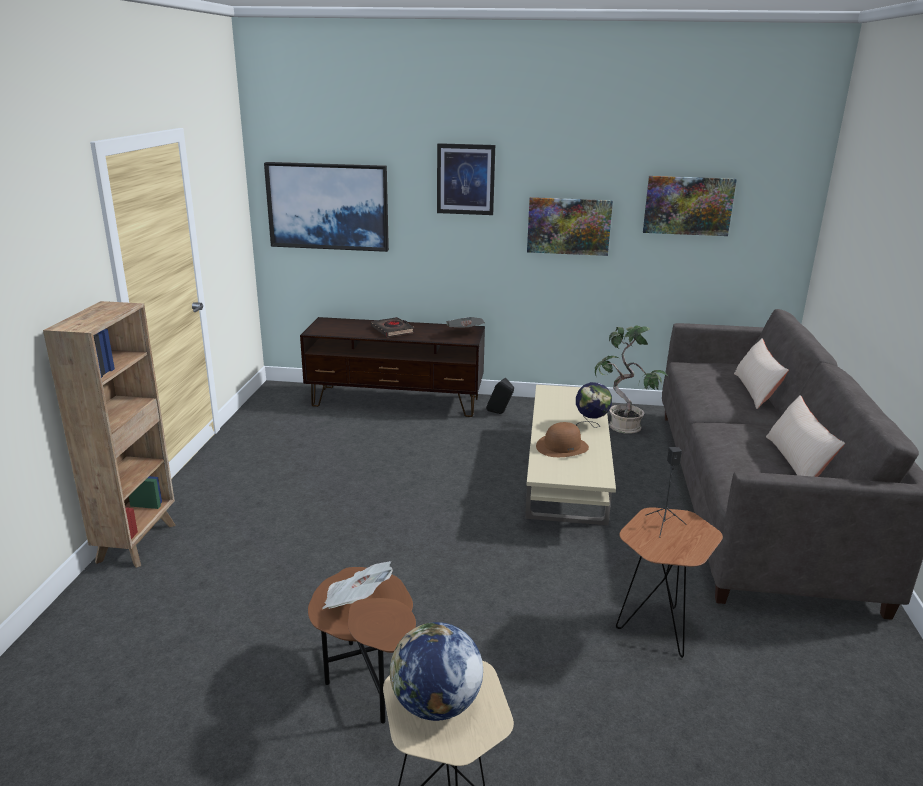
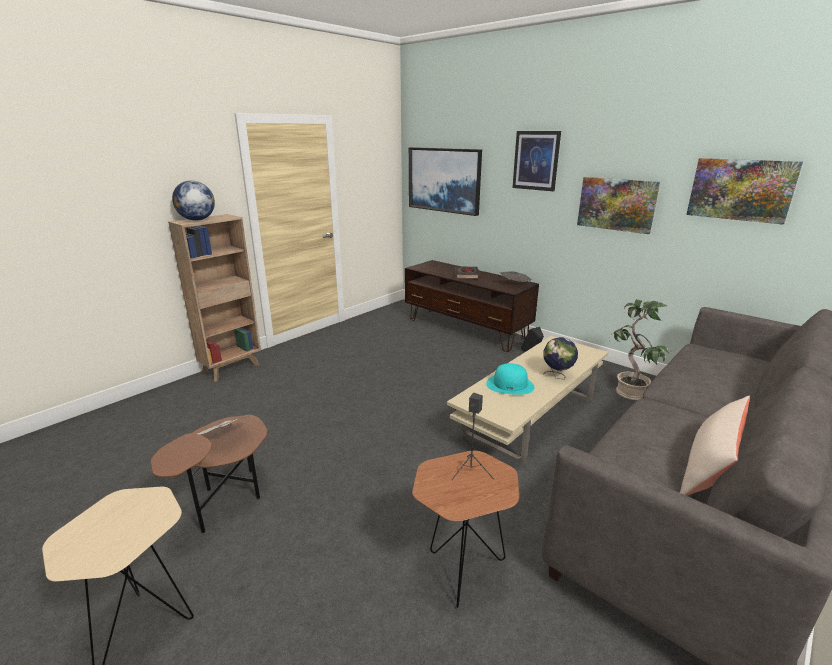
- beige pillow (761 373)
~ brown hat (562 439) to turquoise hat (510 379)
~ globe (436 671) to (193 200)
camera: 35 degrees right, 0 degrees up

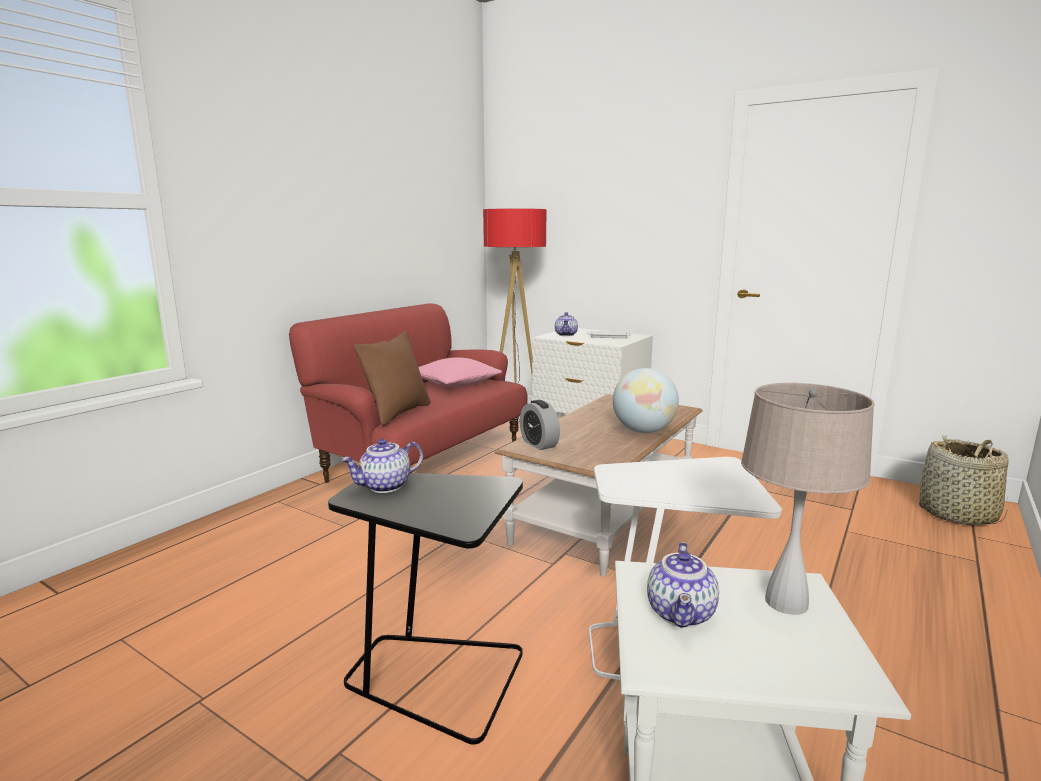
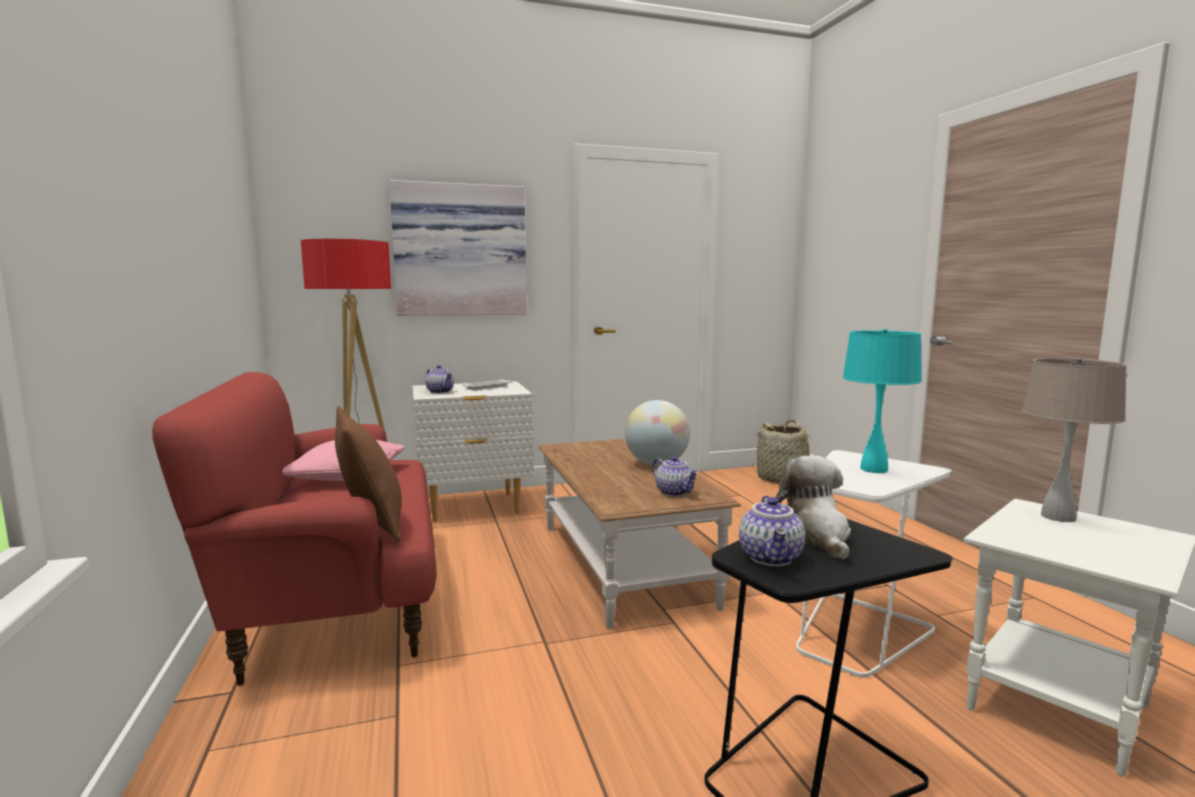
- alarm clock (540 425)
~ teapot (683 585) to (675 476)
+ picture (458 248)
+ turquoise table lamp (882 401)
+ plush toy (813 507)
camera: 50 degrees left, 5 degrees down

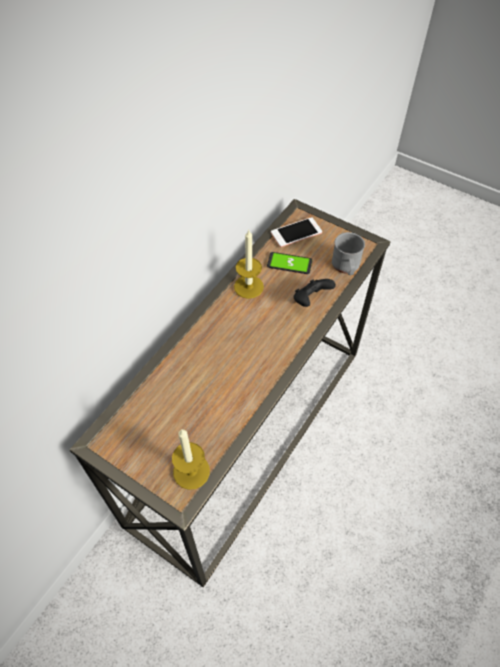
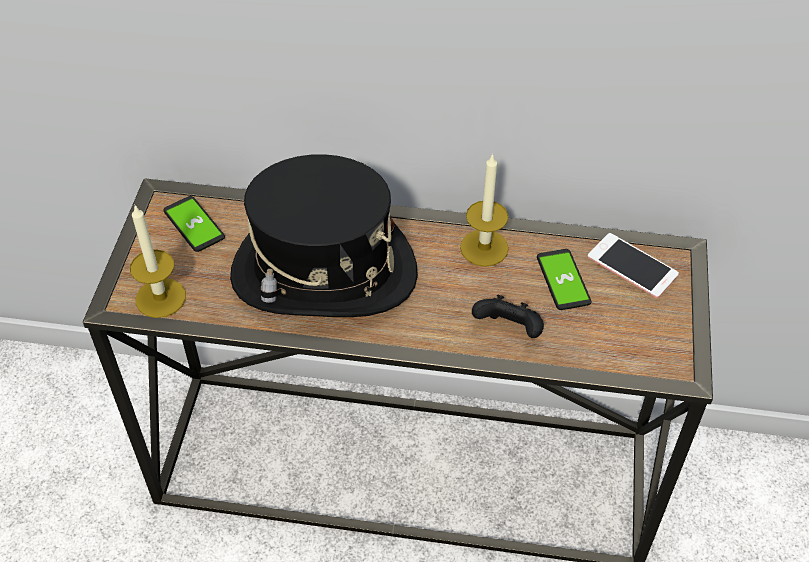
- grey mug (348 253)
+ black hat (324 235)
+ phone (194 224)
camera: 65 degrees right, 5 degrees down

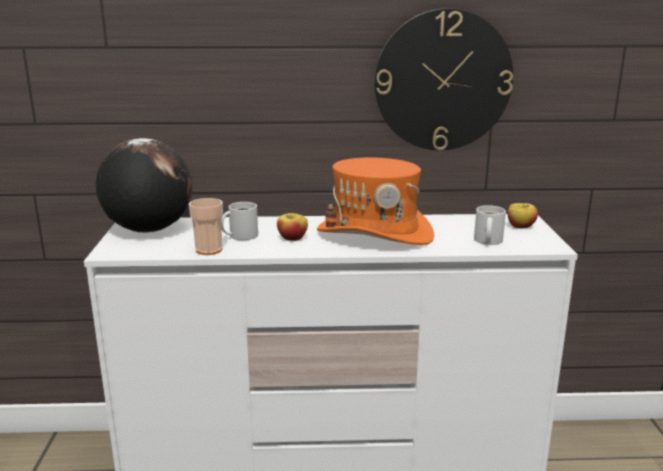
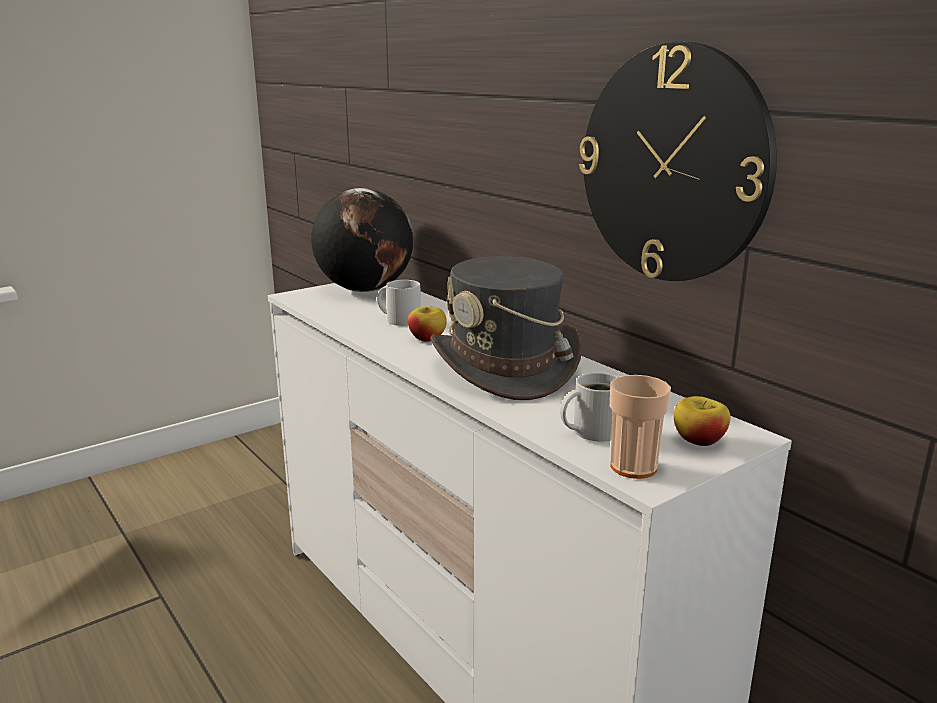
~ orange hat (375 201) to grey hat (506 328)
~ cup (206 226) to (640 427)
camera: 55 degrees right, 0 degrees up

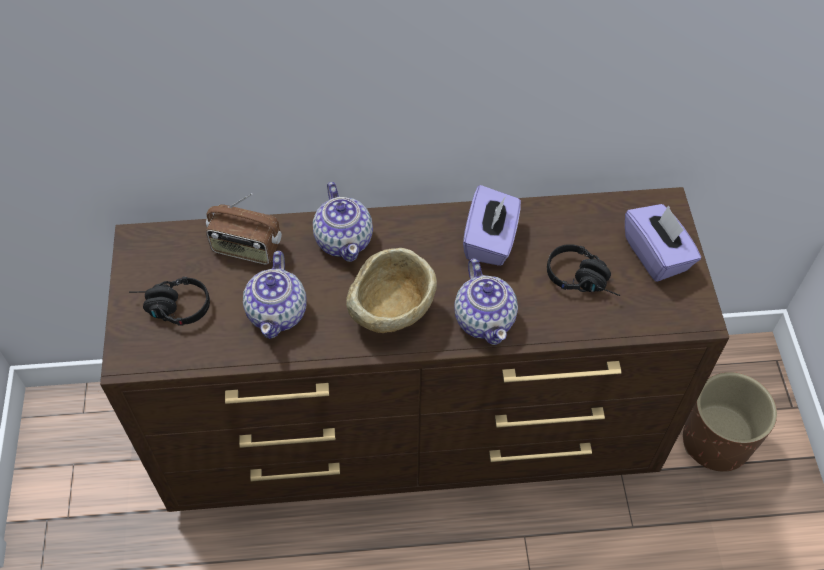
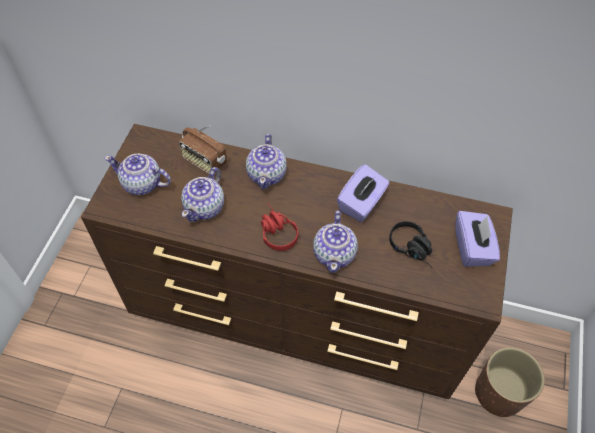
~ beige bowl (391 290) to red headphones (279 227)
~ black headphones (169 301) to teapot (138 174)
camera: 20 degrees right, 0 degrees up

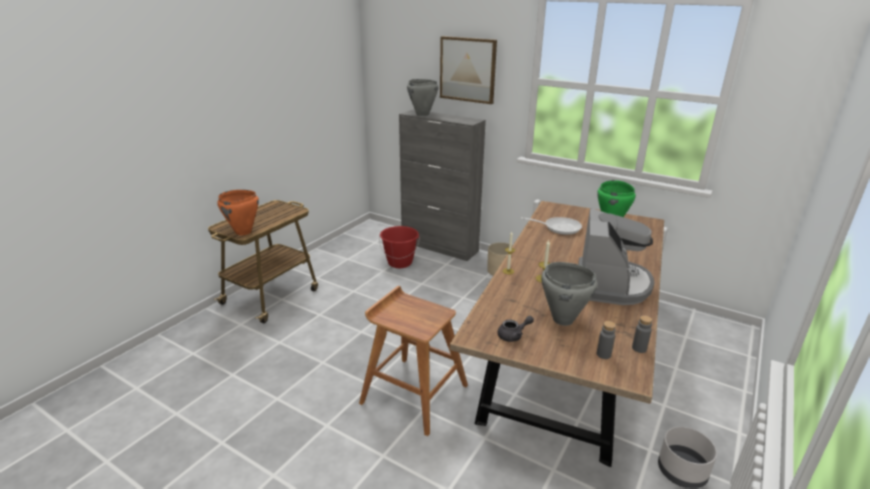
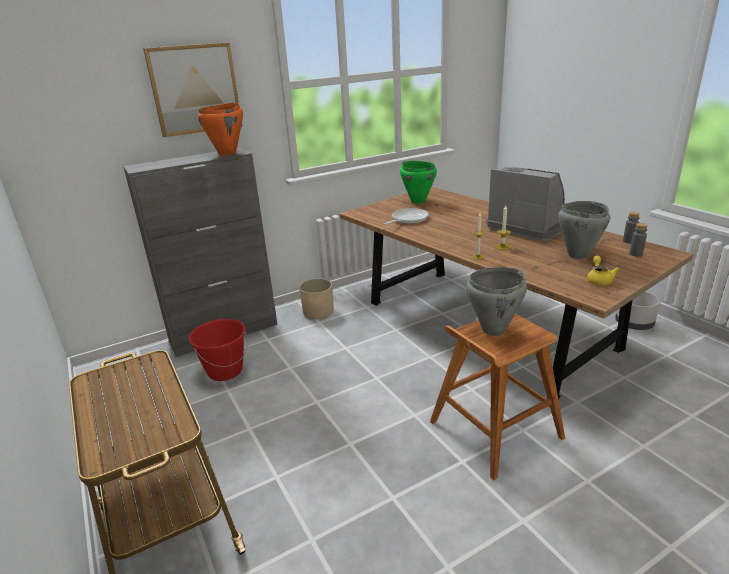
~ grey cooking pot (423 97) to (496 301)
~ orange cooking pot (238 212) to (220 129)
~ grey teapot (515 329) to yellow teapot (603 270)
camera: 60 degrees left, 0 degrees up

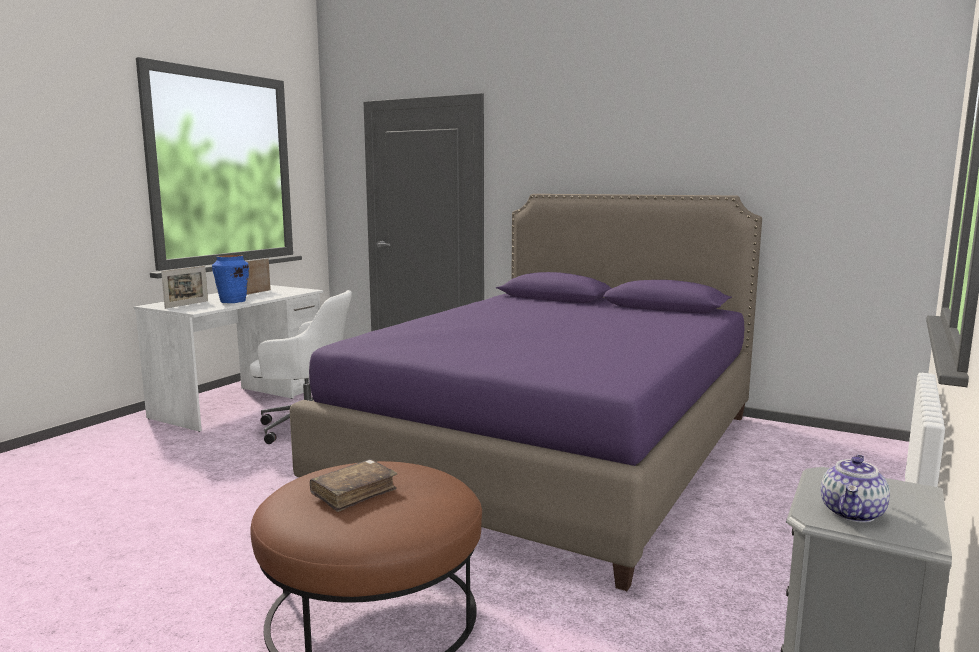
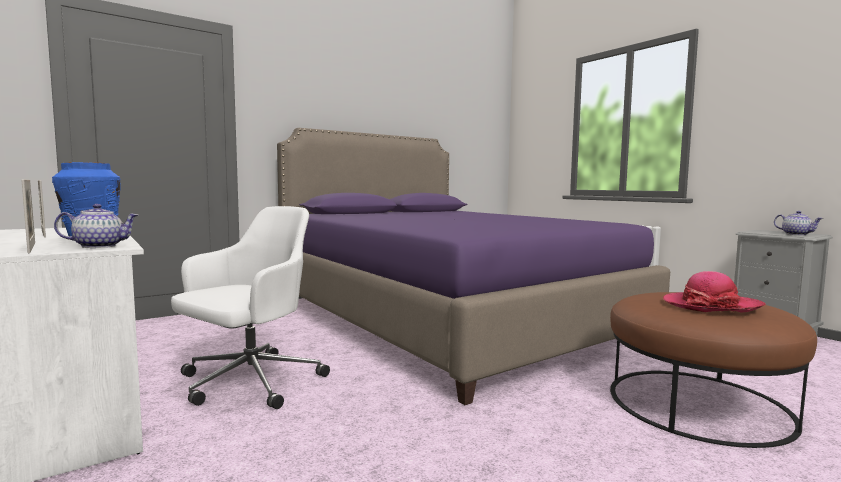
~ brown book (353 485) to hat (714 291)
+ teapot (96 226)
camera: 65 degrees left, 5 degrees down

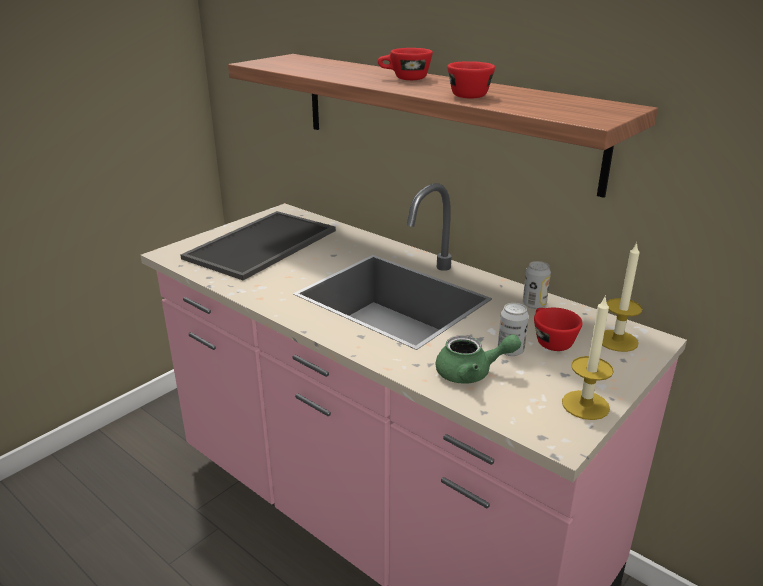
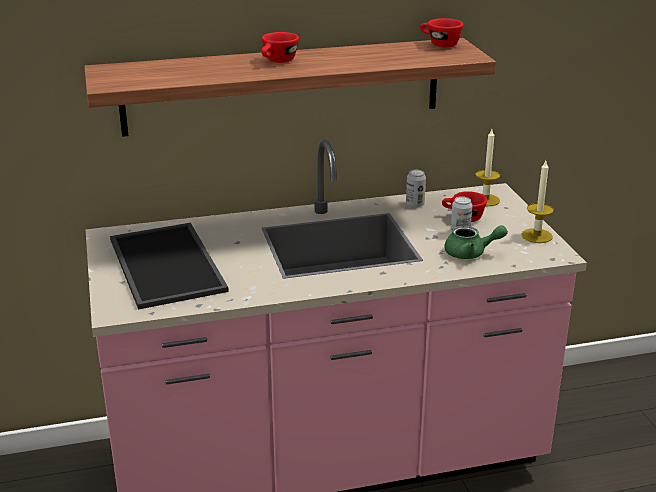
~ red cup (471 79) to (442 32)
~ green teapot (478 359) = (476 242) 60 degrees clockwise
camera: 55 degrees left, 0 degrees up

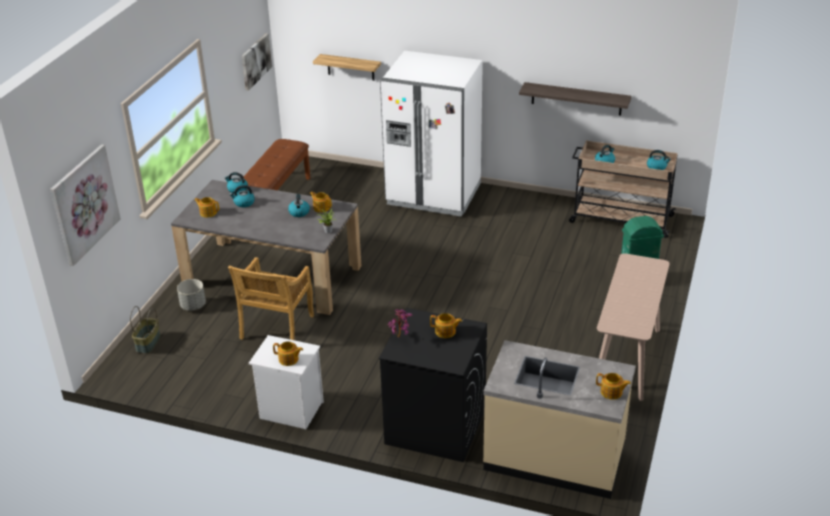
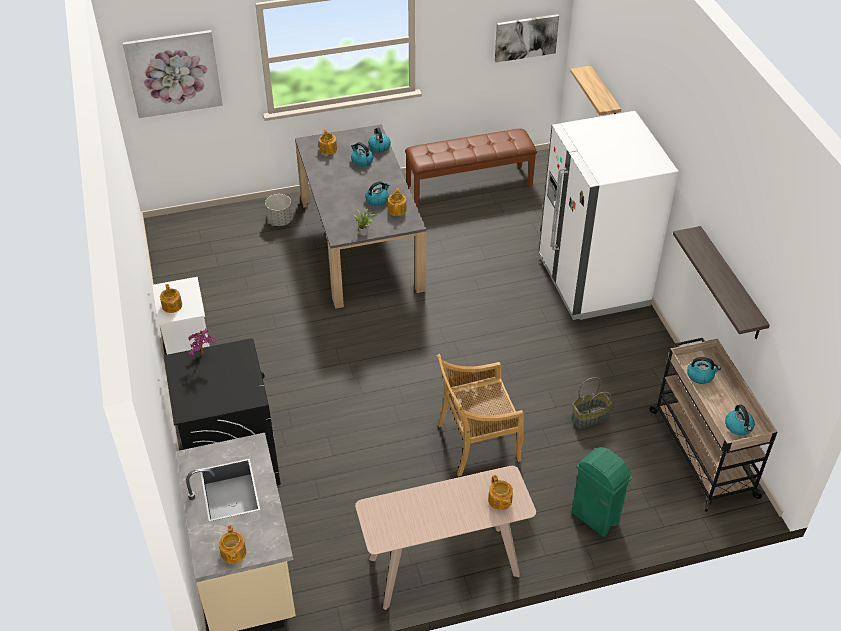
~ beige chair (271 298) to (480 415)
~ basket (145 330) to (591 402)
~ teapot (446 325) to (500 492)
camera: 55 degrees right, 10 degrees up

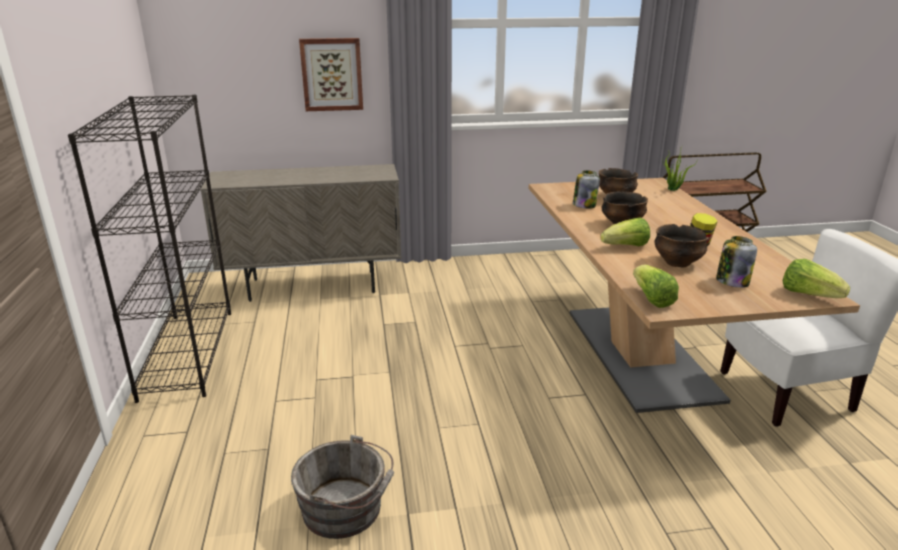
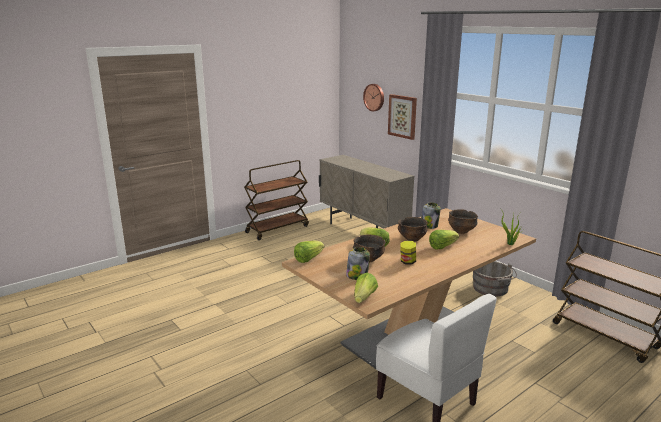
~ black bookcase (149 249) to brown cart (276 200)
~ grey bucket (342 487) to (495 278)
+ wall clock (373 97)
+ lettuce (444 239)
camera: 60 degrees right, 5 degrees down

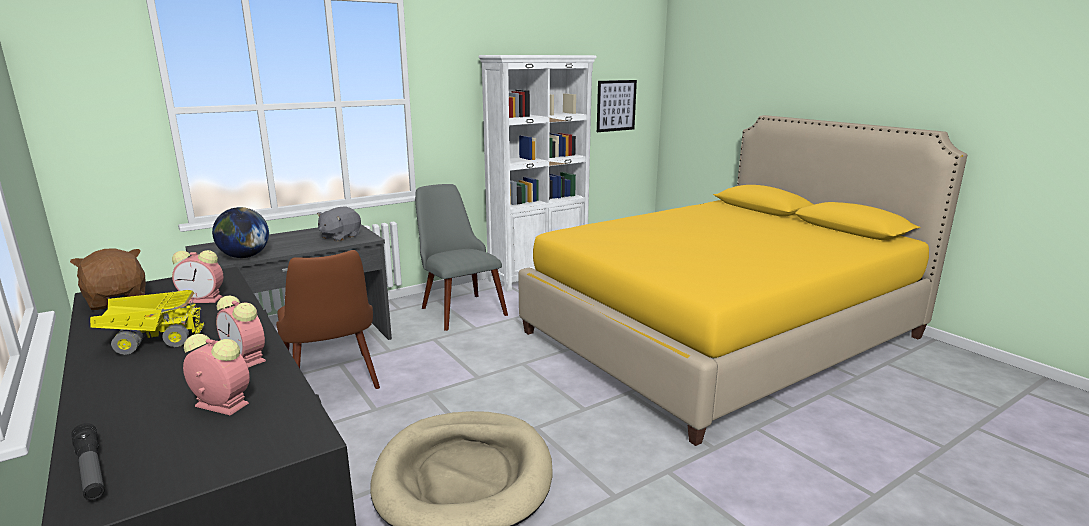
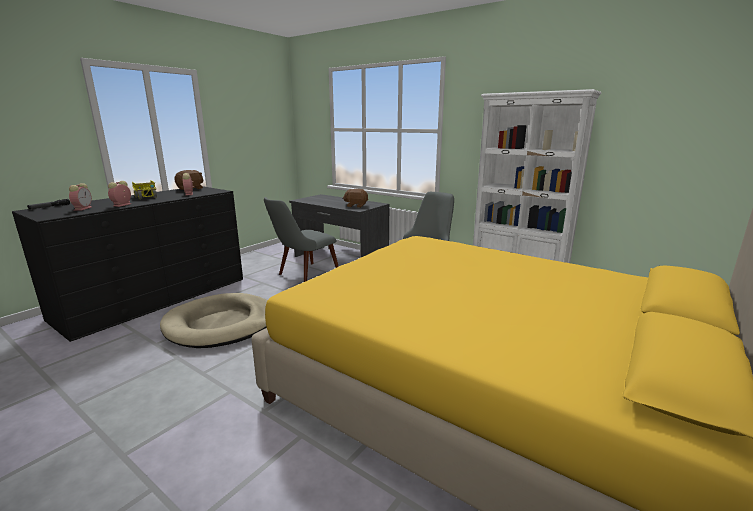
- picture (617 106)
~ grey plush toy (339 224) to brown plush toy (355 198)
- globe (240 232)
~ brown chair (328 319) to grey chair (301 239)
camera: 70 degrees right, 0 degrees up

